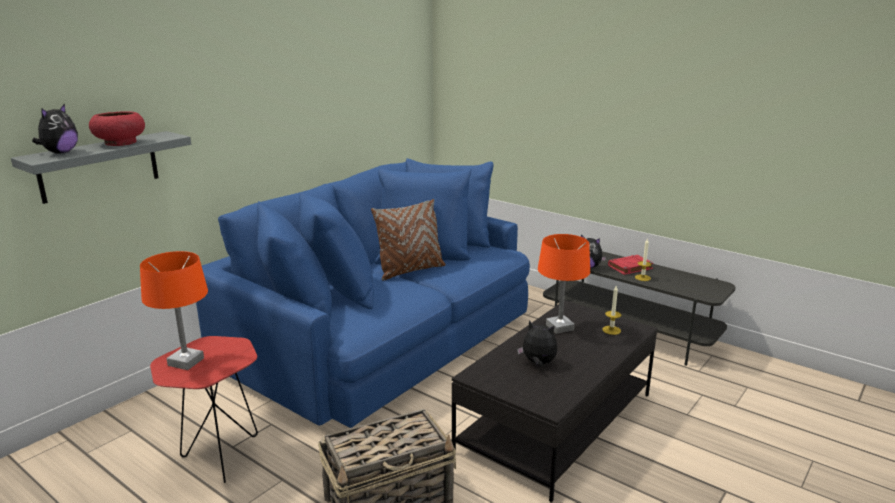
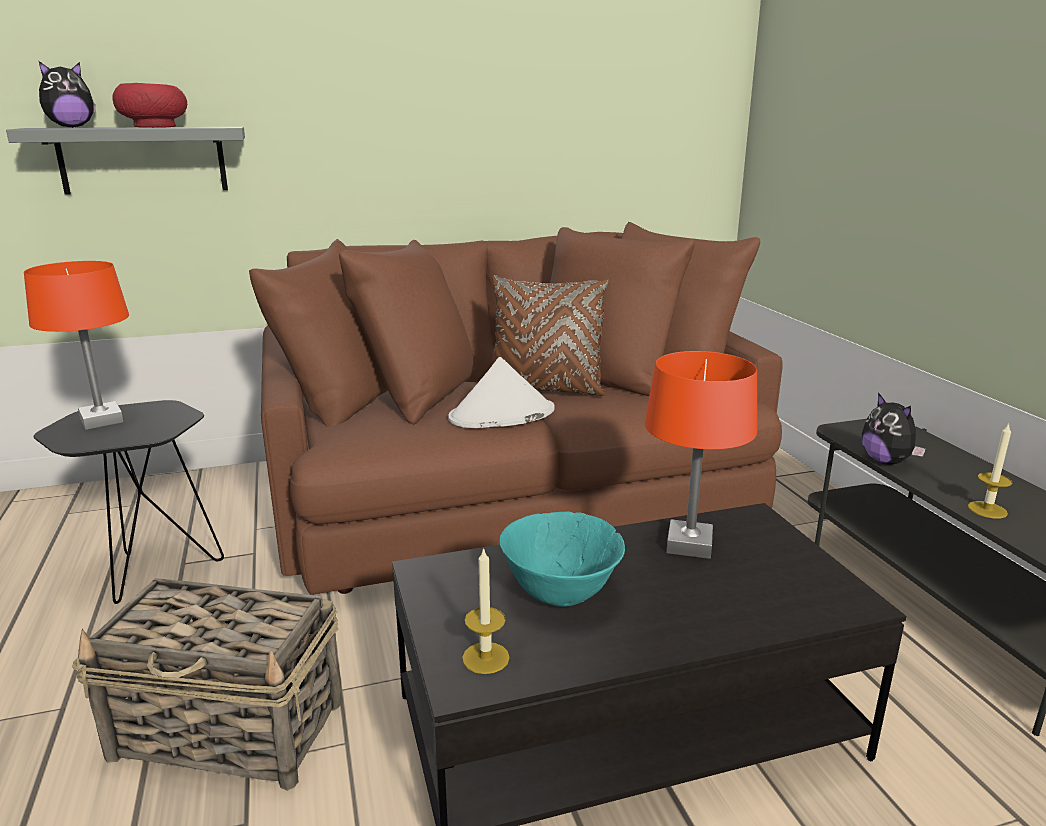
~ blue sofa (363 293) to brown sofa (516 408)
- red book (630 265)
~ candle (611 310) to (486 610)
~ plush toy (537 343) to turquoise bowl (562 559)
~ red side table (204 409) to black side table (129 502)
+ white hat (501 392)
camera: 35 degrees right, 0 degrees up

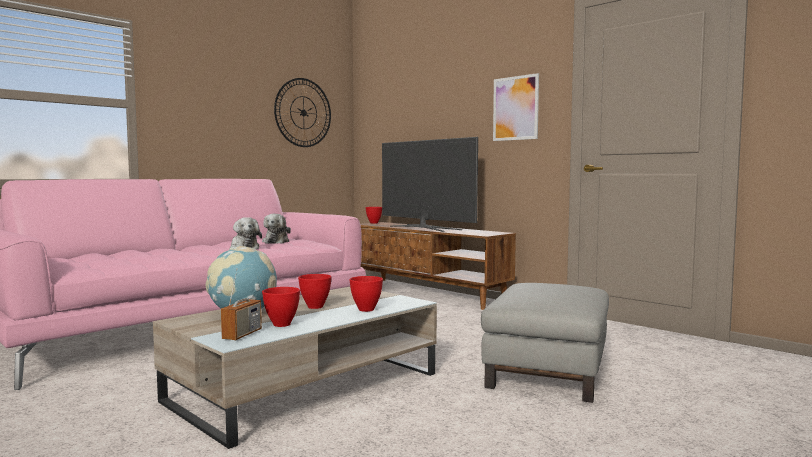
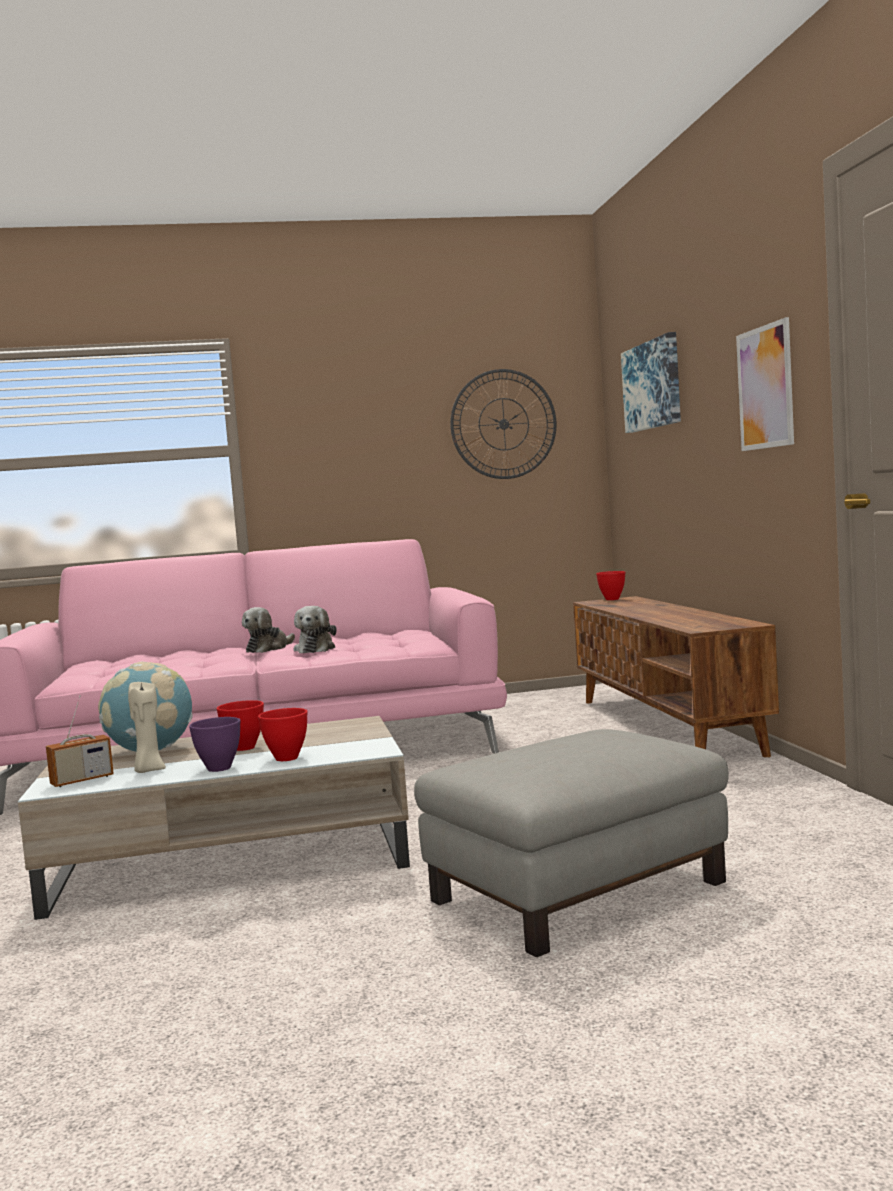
- television (430 184)
~ plush toy (276 229) to (268 630)
~ red bowl (281 307) to beige candle (147 727)
+ picture (651 382)
+ purple bowl (214 744)
camera: 35 degrees right, 0 degrees up

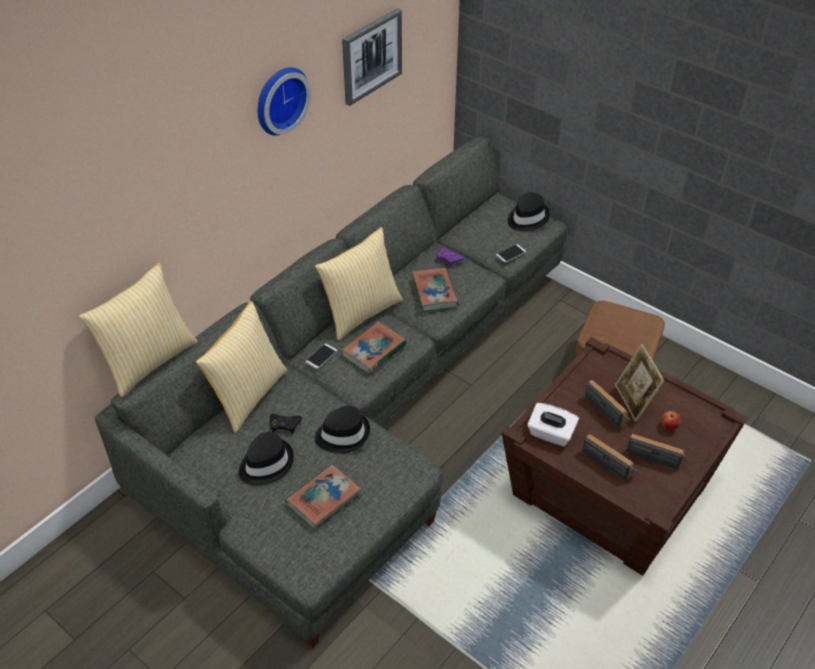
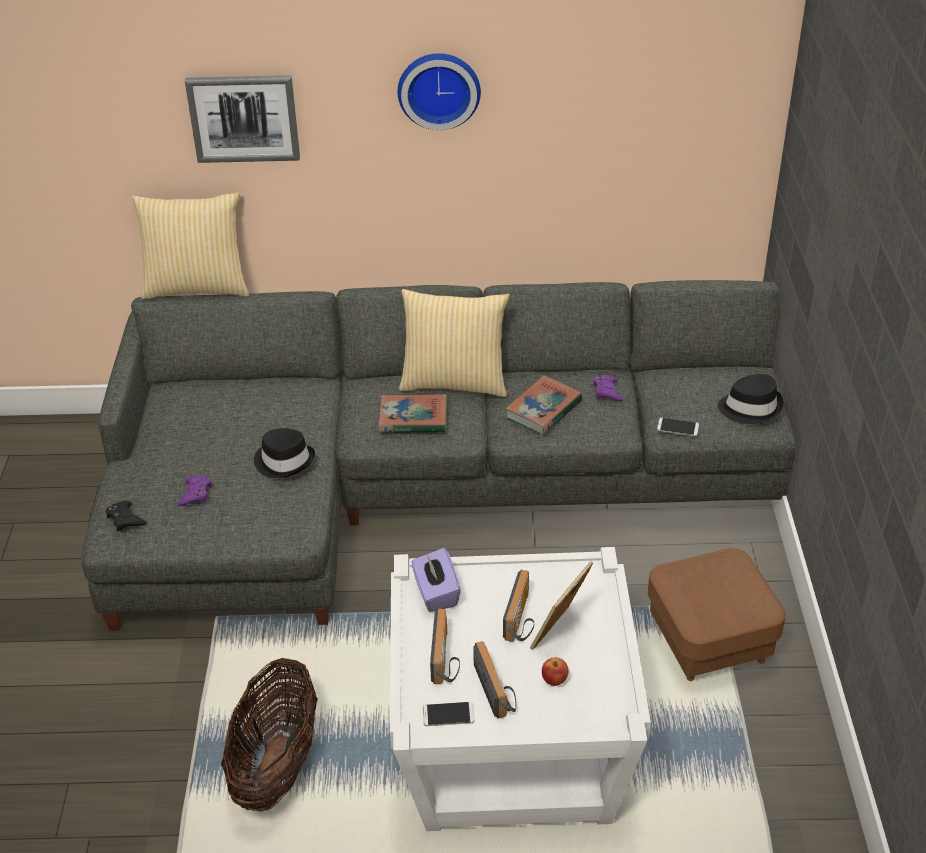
~ picture (372 57) to (242 119)
- pillow (241 367)
~ brown side table (624 456) to white side table (520 689)
~ phone (321 356) to (449 714)
~ white tissue box (553 425) to purple tissue box (436 580)
~ black game controller (286 424) to (126 516)
- black hat (266 458)
~ book (323 497) to purple game controller (194 490)
+ basket (269 735)
camera: 50 degrees right, 5 degrees down

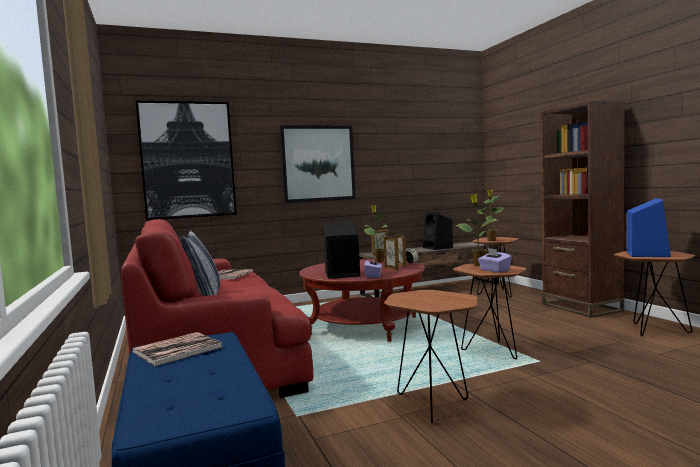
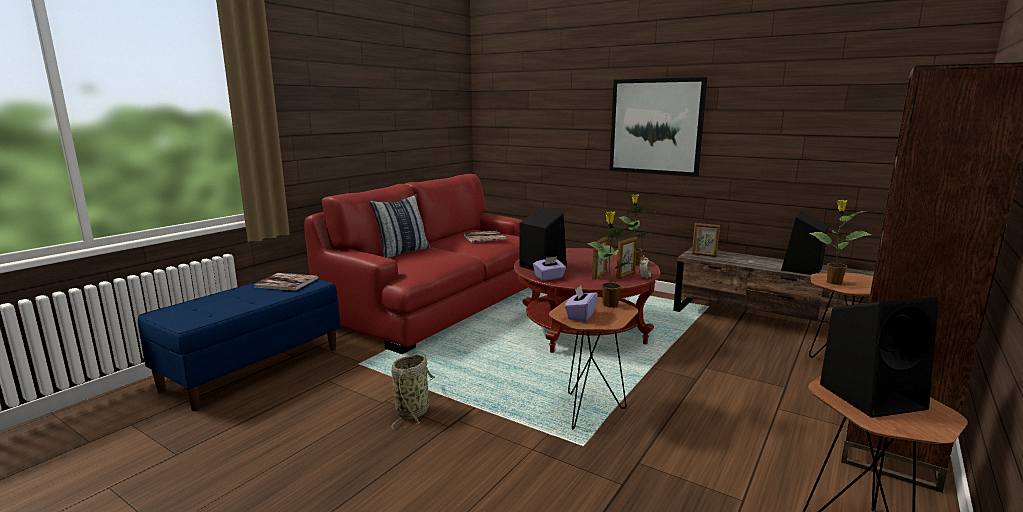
- picture (186 160)
~ blue speaker (649 227) to black speaker (879 357)
~ brown side table (430 356) to basket (413 391)
camera: 55 degrees right, 10 degrees up

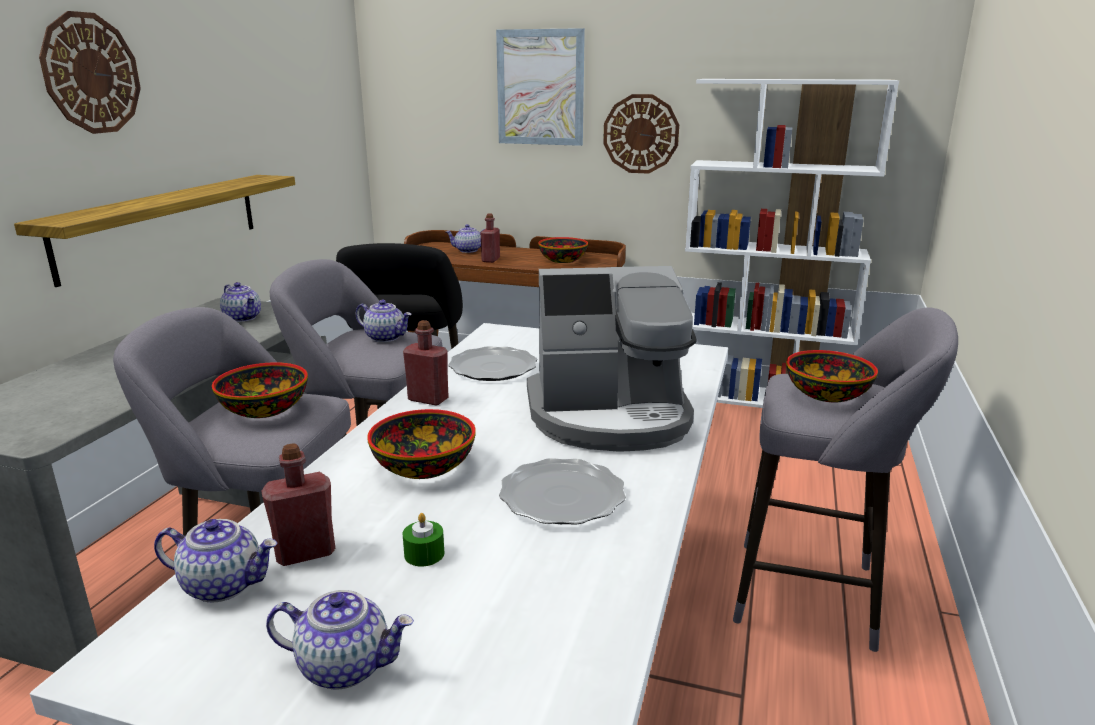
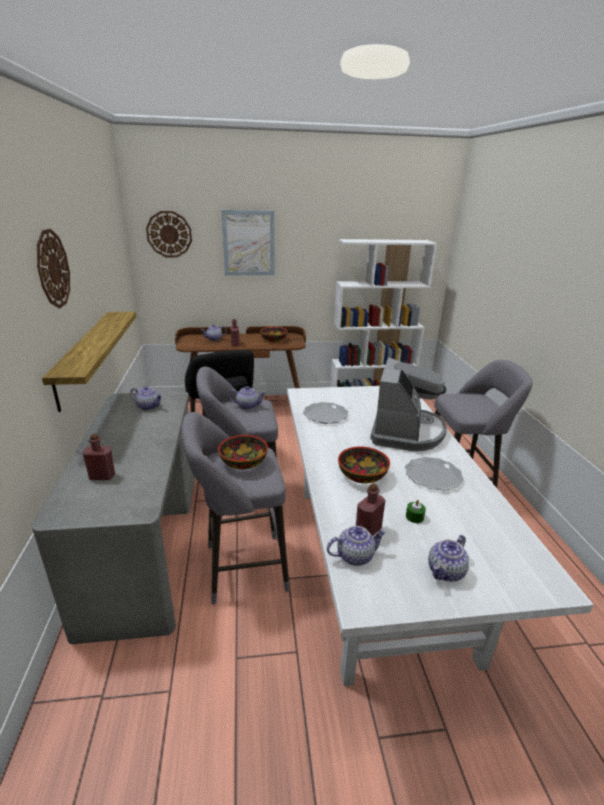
~ wall clock (641 134) to (169 234)
~ coffee machine (612 359) = (408 404) 45 degrees counterclockwise
~ red bottle (426 363) to (98 457)
- bowl (832 376)
~ teapot (340 639) = (448 558) 150 degrees clockwise
camera: 25 degrees left, 5 degrees up

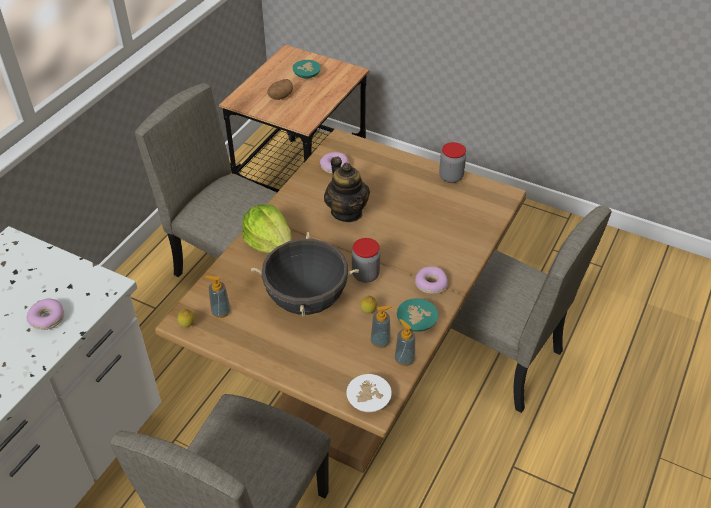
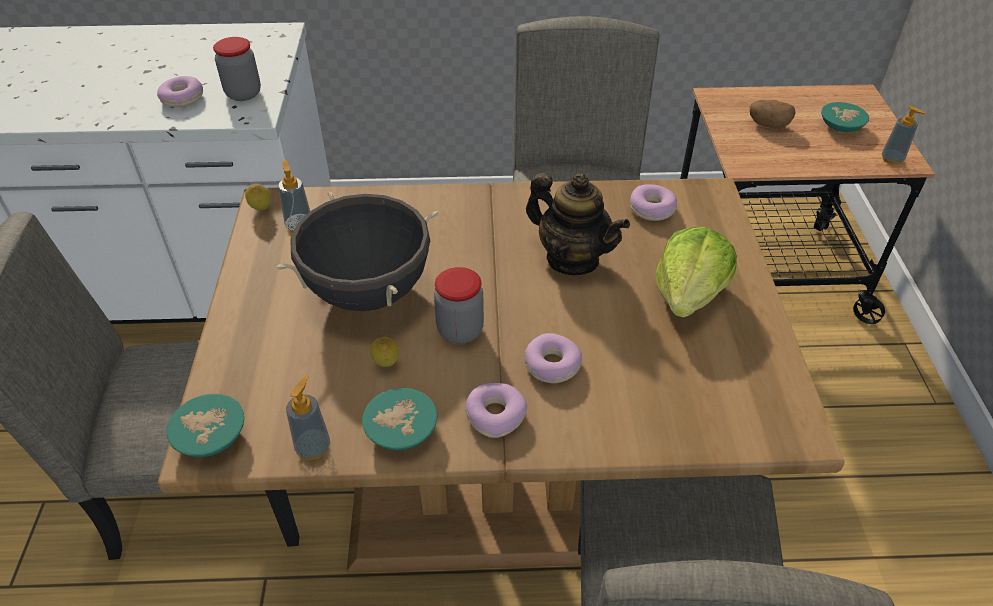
~ jar (452 162) to (237 69)
~ teapot (347 189) = (578 224) 90 degrees counterclockwise
~ lettuce (267 228) to (696 272)
~ soap dispenser (381 327) to (903 135)
~ white bowl (369 393) to turquoise bowl (205 425)
+ donut (553 358)
camera: 60 degrees right, 0 degrees up

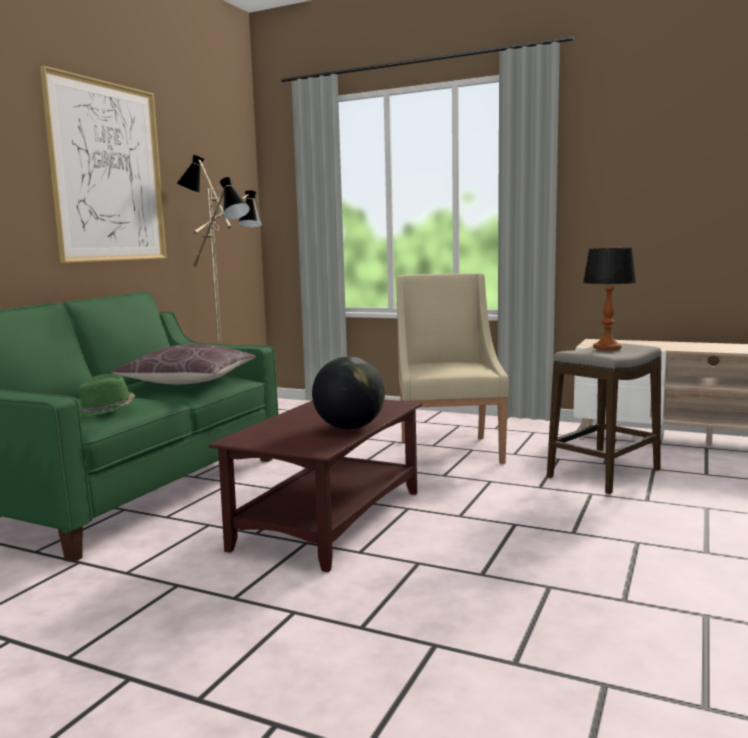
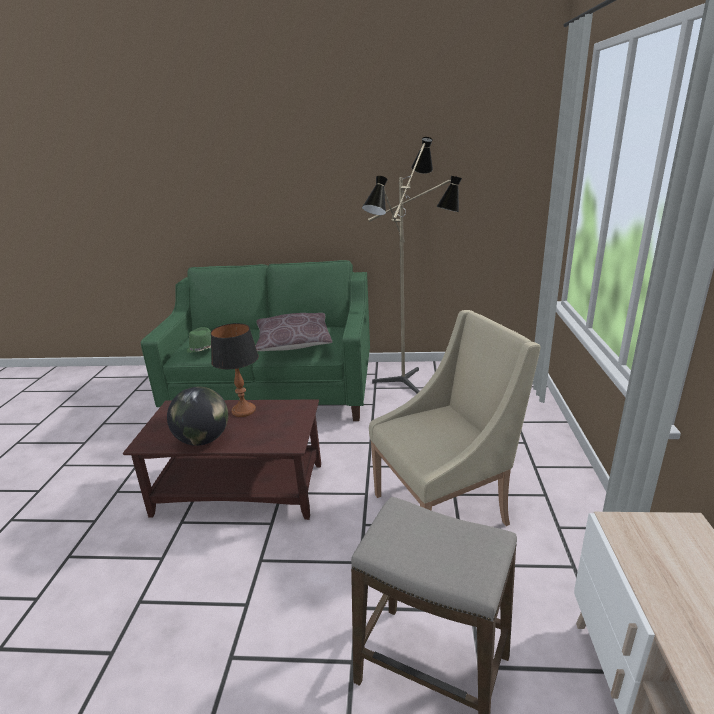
- picture (103 164)
~ table lamp (610 299) to (235 370)
camera: 70 degrees right, 15 degrees up

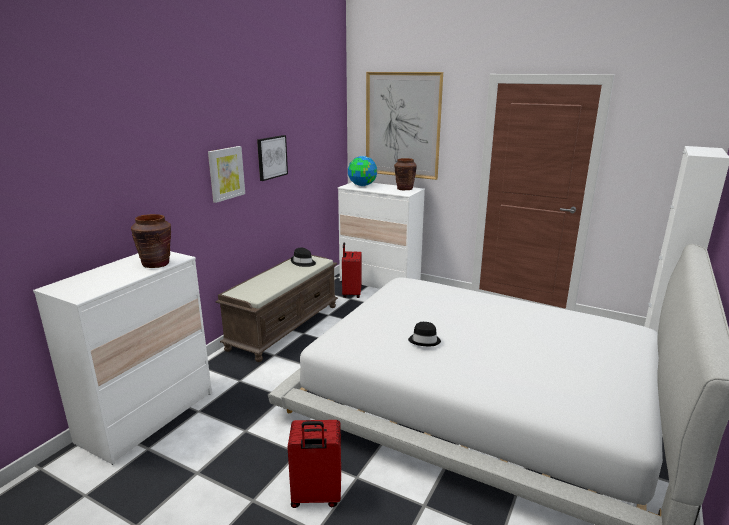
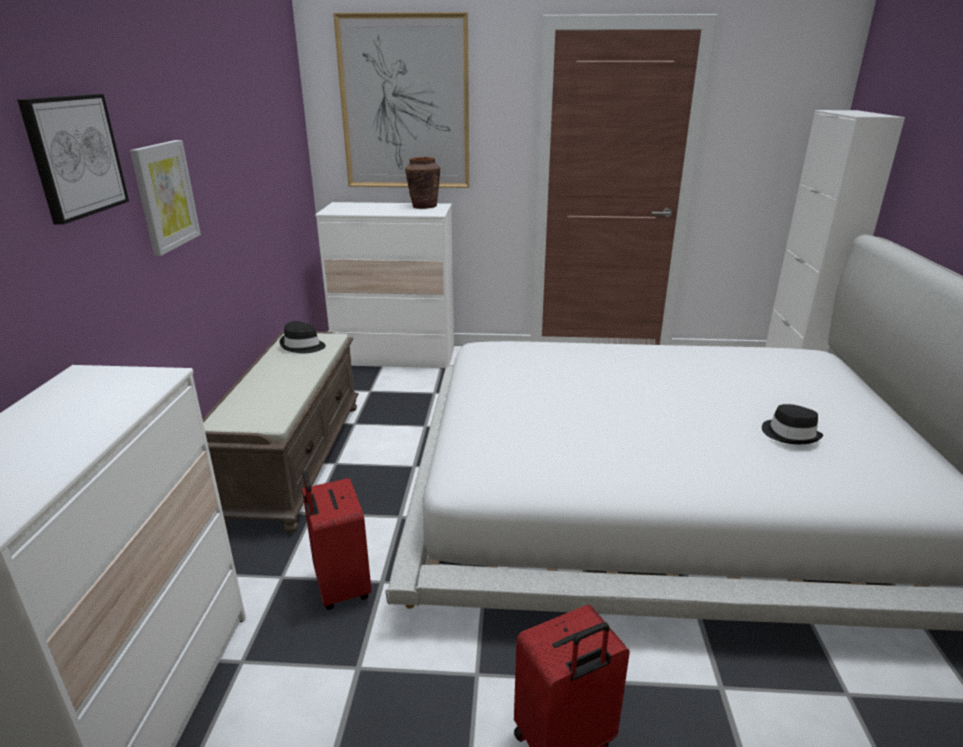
~ picture (272 158) to (73 159)
- globe (362 171)
- brown vase (151 241)
~ red suitcase (352 270) to (337 540)
~ black hat (424 334) to (792 424)
camera: 25 degrees left, 5 degrees up

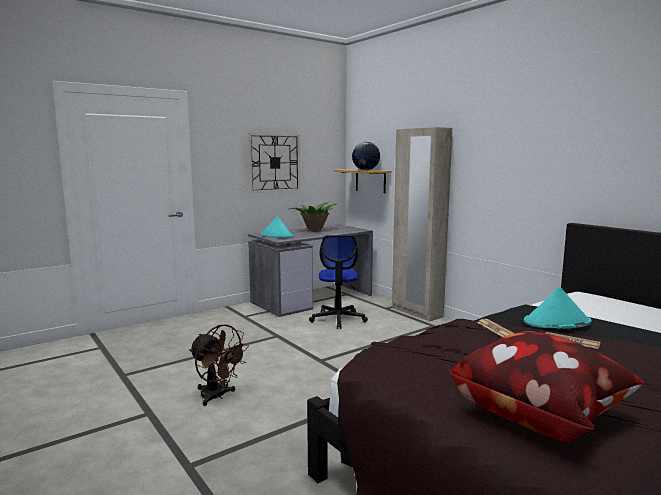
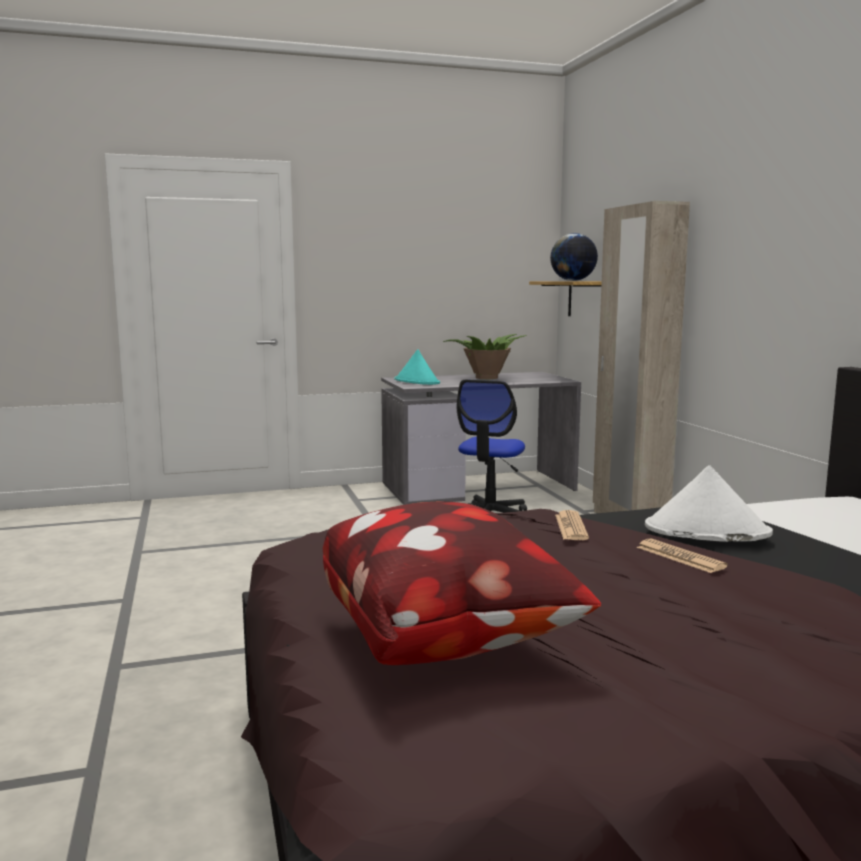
- wall clock (274 163)
~ turquoise hat (557 307) to white hat (709 503)
- brown fan (219 365)
camera: 20 degrees right, 0 degrees up

